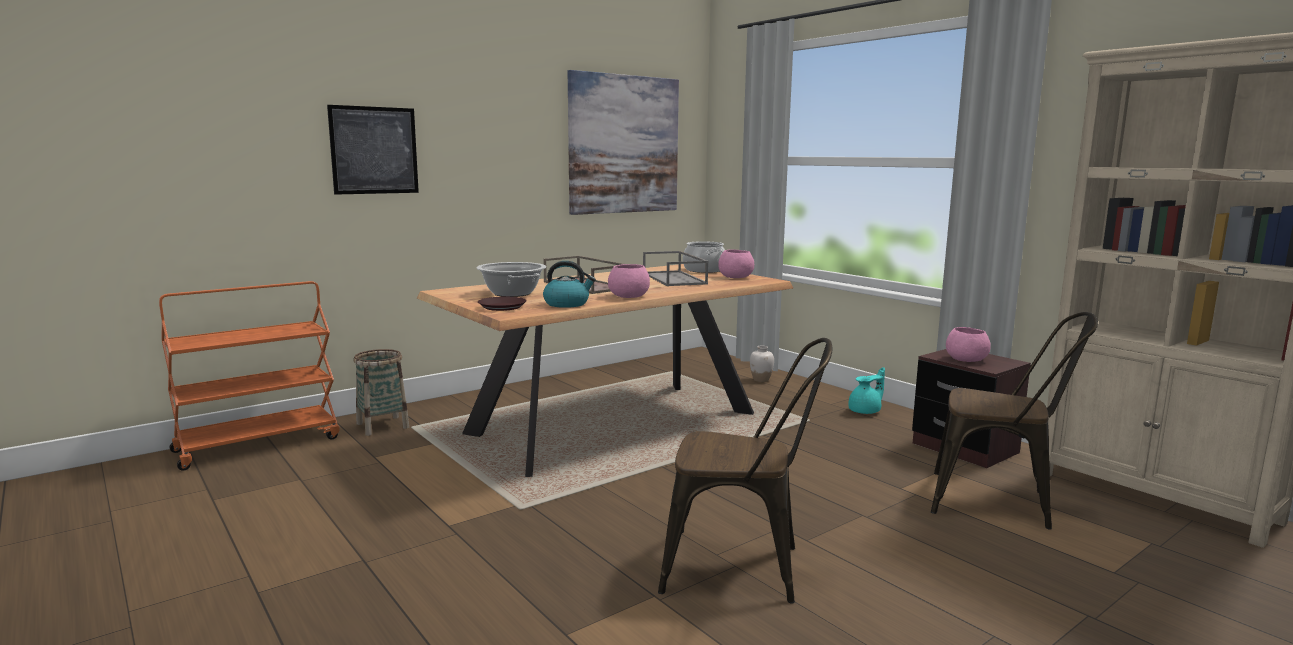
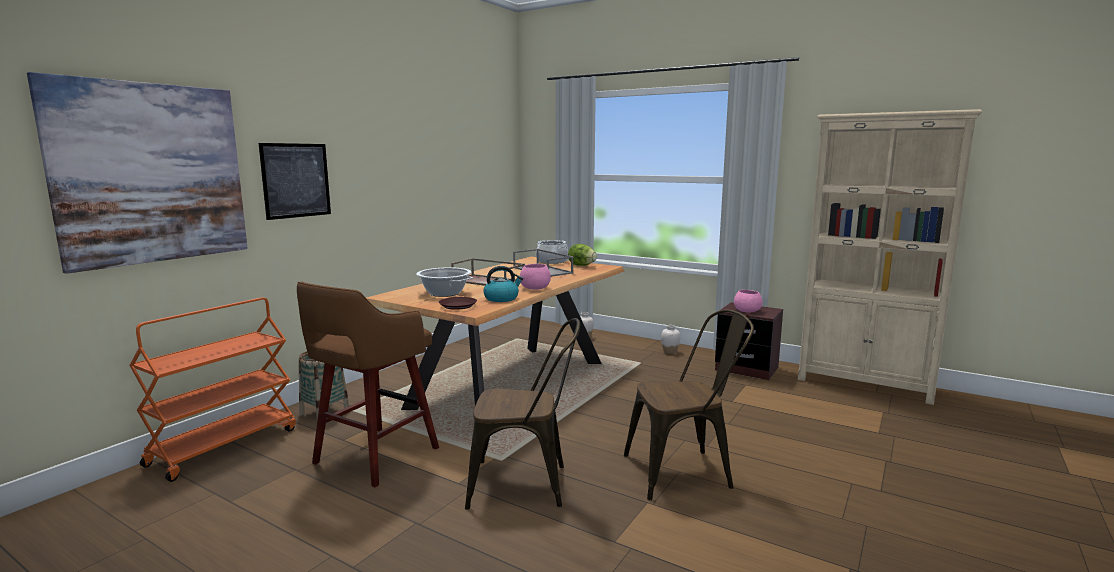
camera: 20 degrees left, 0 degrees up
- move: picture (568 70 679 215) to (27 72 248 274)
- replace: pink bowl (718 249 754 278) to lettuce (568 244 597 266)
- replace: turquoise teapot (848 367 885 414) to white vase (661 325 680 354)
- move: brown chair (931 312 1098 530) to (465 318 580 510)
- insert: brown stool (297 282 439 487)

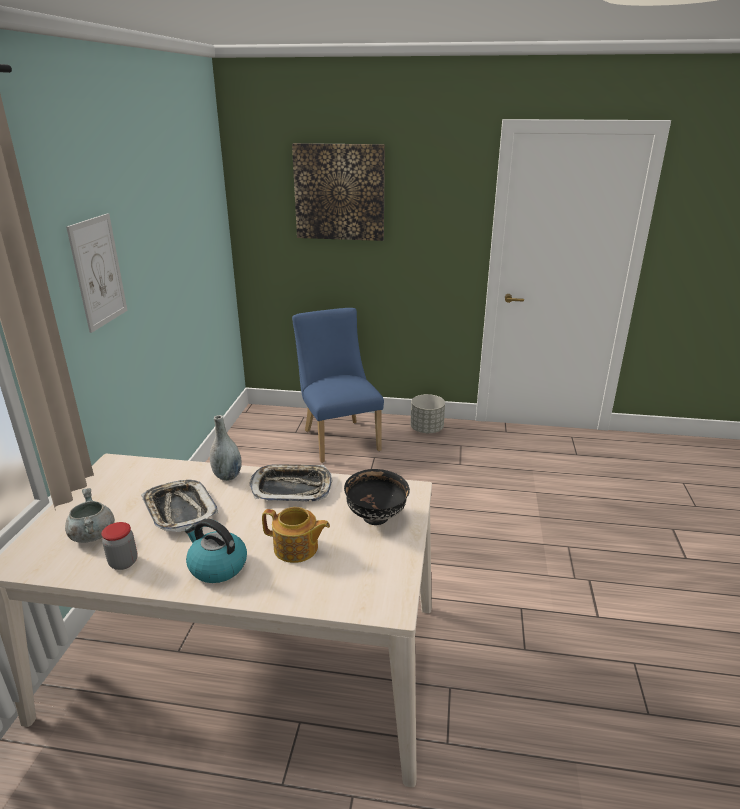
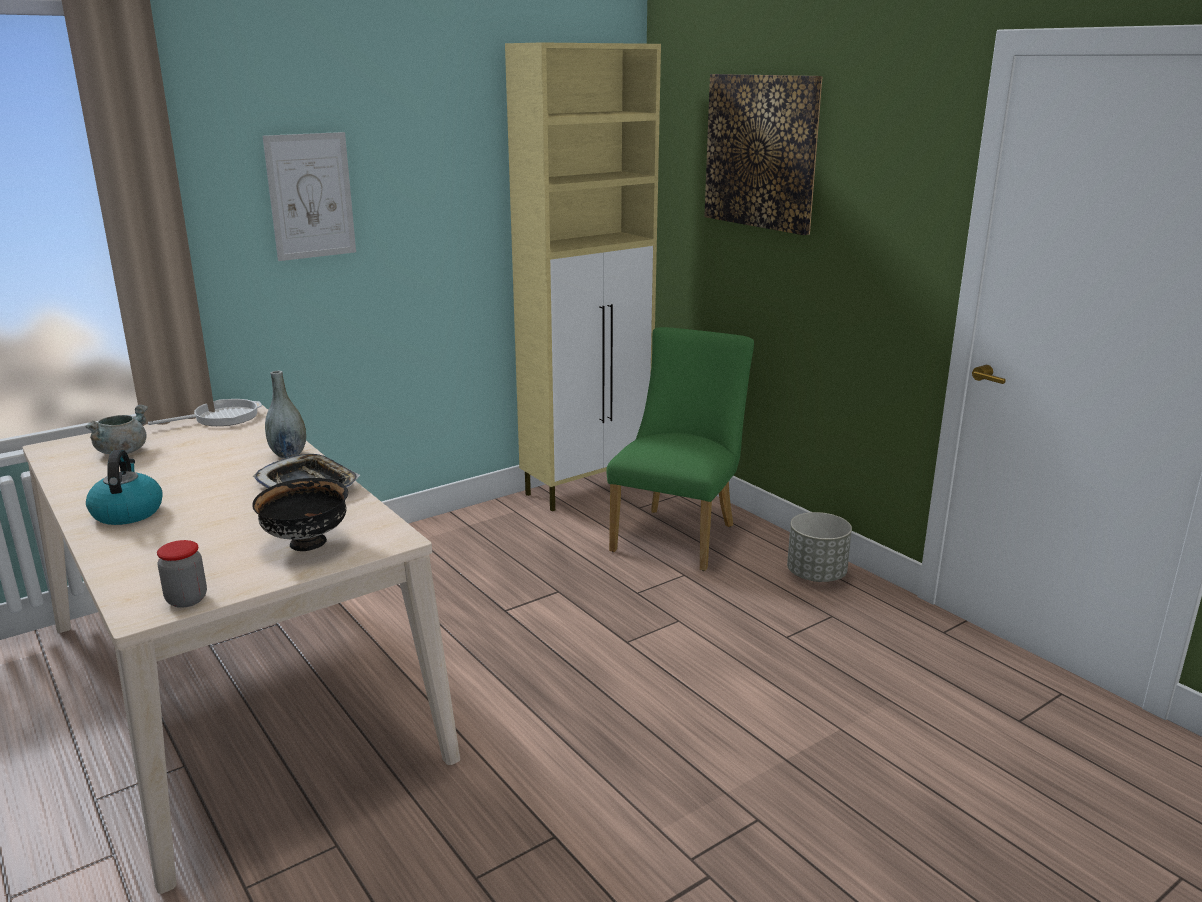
camera: 45 degrees right, 5 degrees down
- move: jar (101 522 138 570) to (157 540 207 608)
- delete: tray (141 480 218 532)
- delete: teapot (262 507 330 563)
- recolor: blue chair (292 308 384 463) to green chair (606 327 754 571)
- insert: frying pan (148 399 262 426)
- insert: beige cabinet (505 42 661 511)

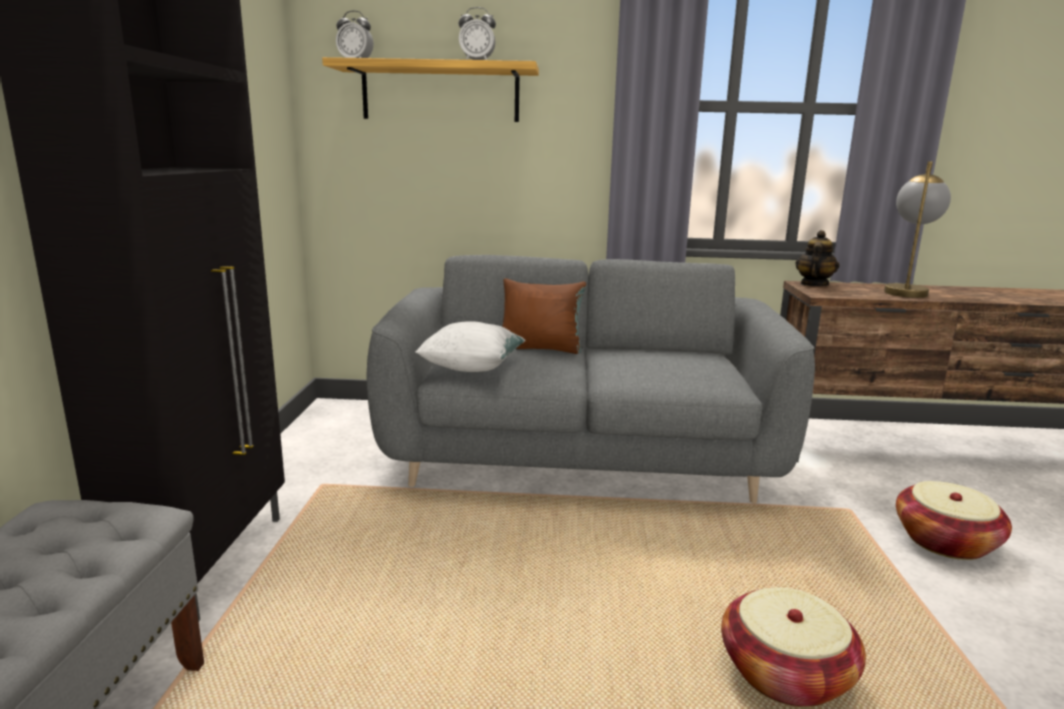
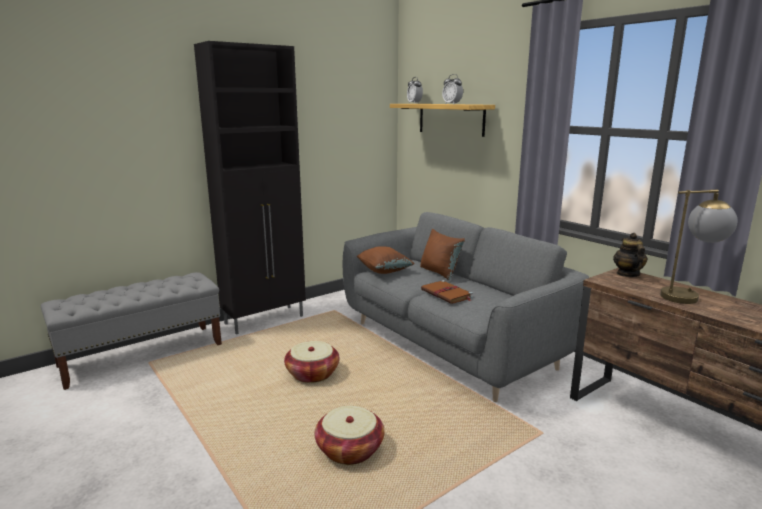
camera: 50 degrees right, 0 degrees up
- recolor: white pillow (415 321 525 372) to brown pillow (356 246 415 274)
- rotate: teapot (796 230 840 286) = (613 233 648 277) 75 degrees counterclockwise
- move: basket (896 481 1012 560) to (284 341 339 383)
- insert: brown book (421 280 473 304)

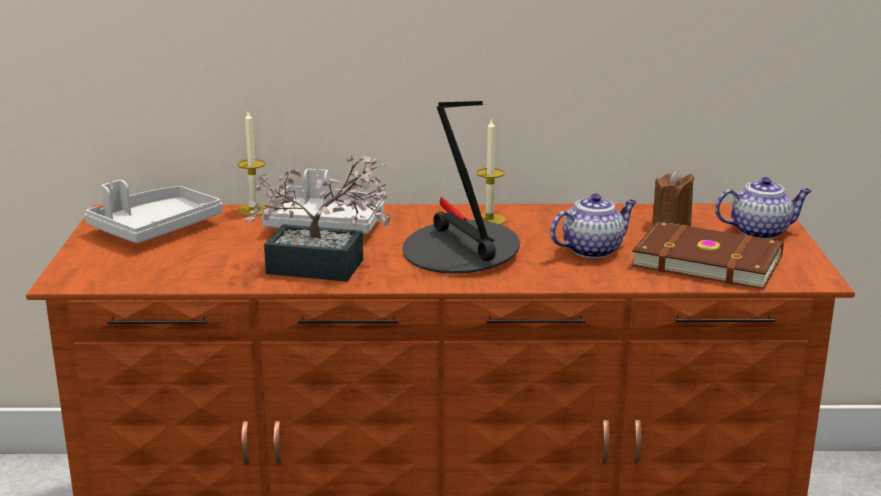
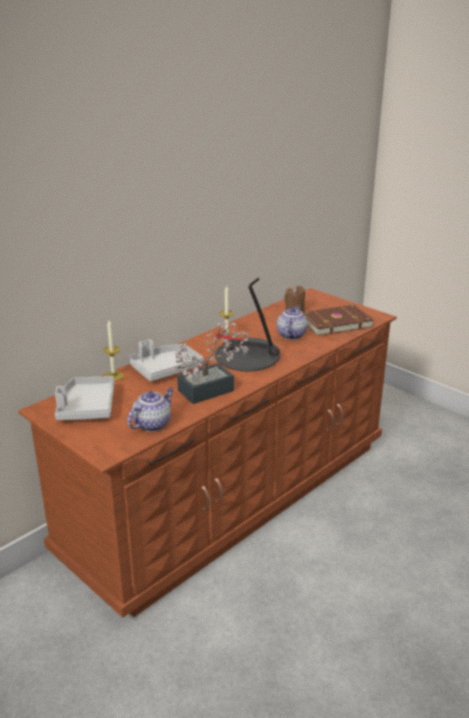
camera: 45 degrees left, 5 degrees up
- move: teapot (715 177 812 239) to (127 388 174 432)

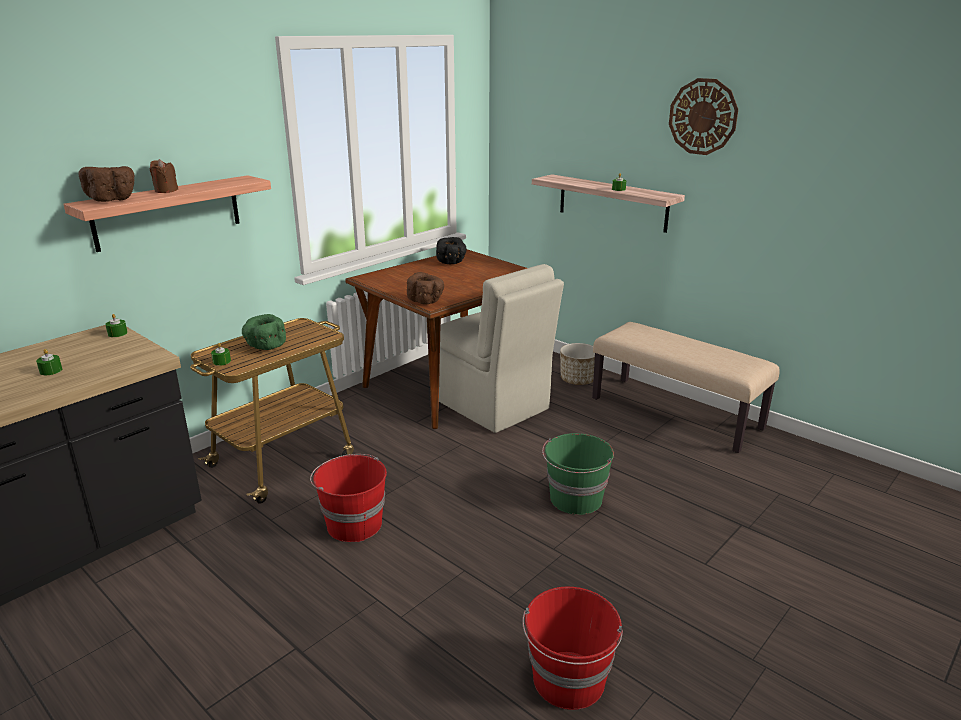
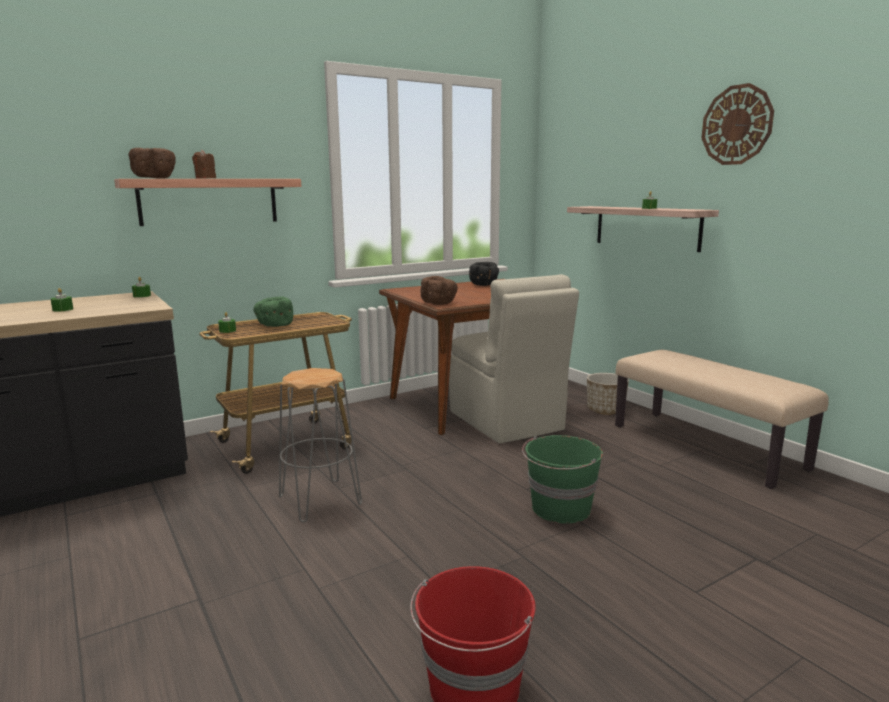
camera: 15 degrees right, 10 degrees down
- replace: red bucket (310 454 387 542) to grey stool (279 368 362 522)

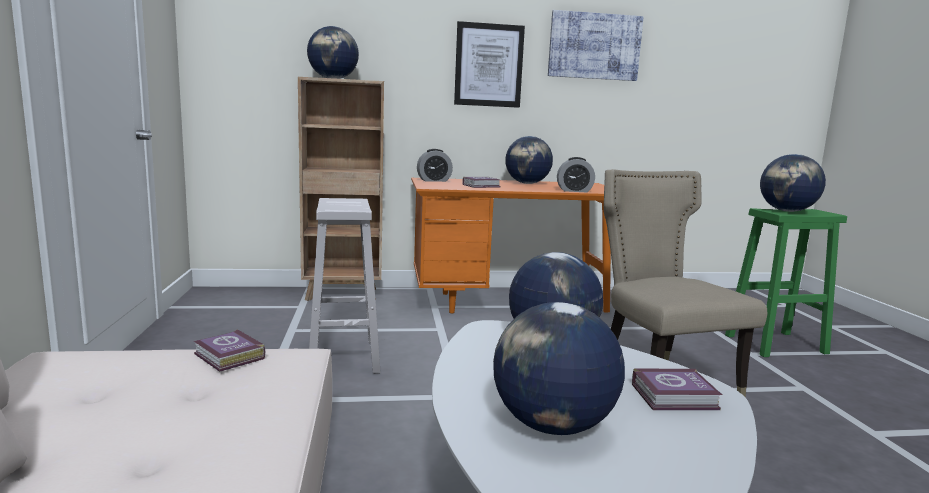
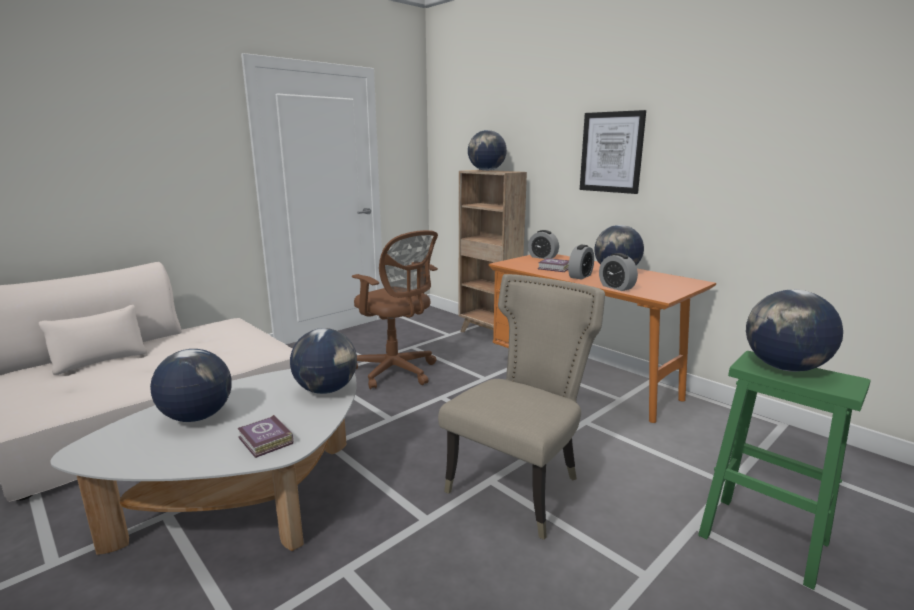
camera: 55 degrees right, 5 degrees up
- delete: book (194 329 265 372)
- replace: white stool (309 198 381 374) to brown office chair (352 230 438 389)
- delete: picture (548 10 644 81)
- insert: alarm clock (568 245 594 280)

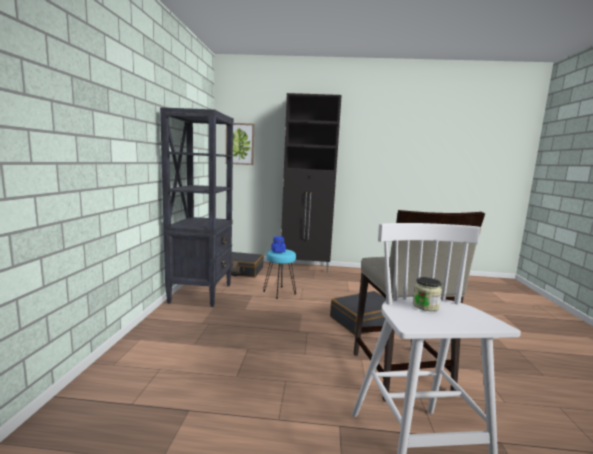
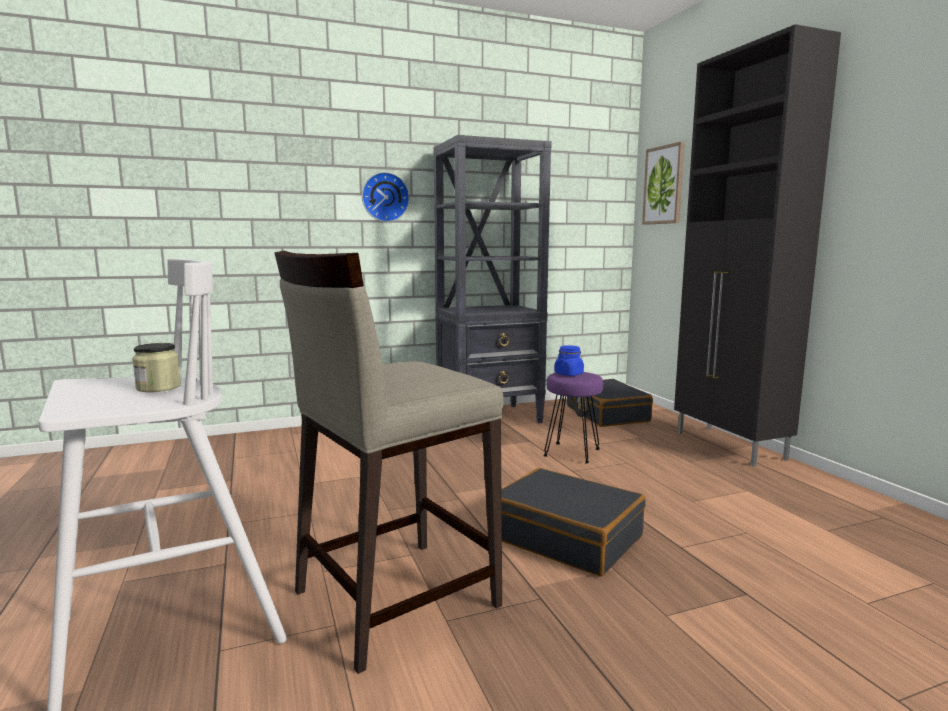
camera: 65 degrees right, 0 degrees up
- recolor: turquoise stool (263 249 296 299) to purple stool (543 372 603 463)
- insert: wall clock (362 172 410 222)

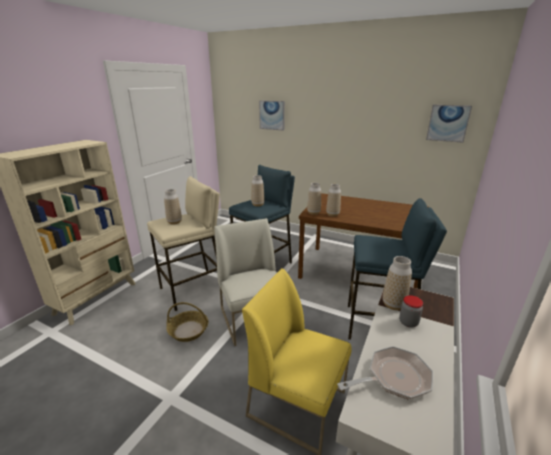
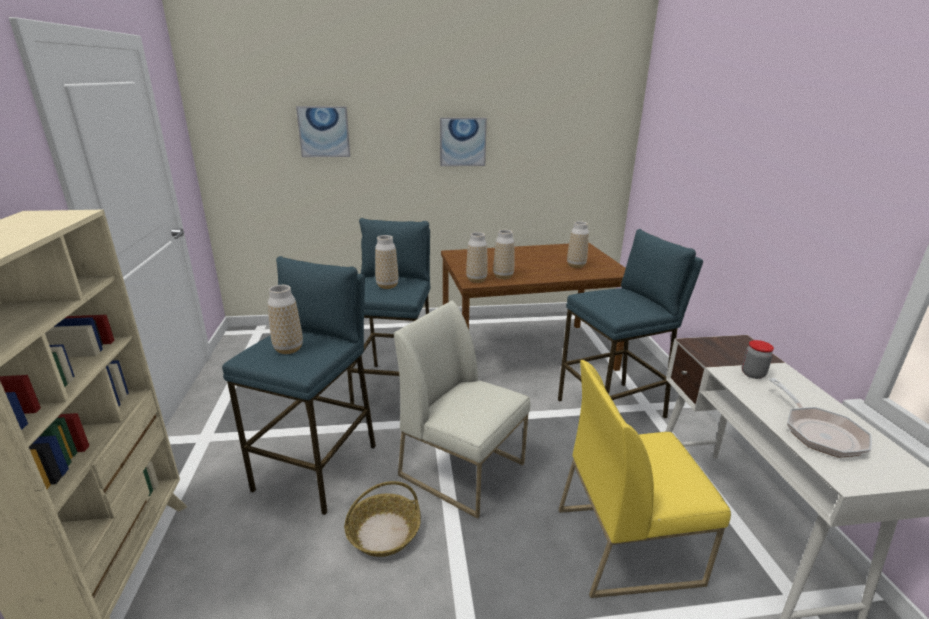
camera: 35 degrees left, 0 degrees up
- recolor: beige stool (147 176 220 311) to blue stool (222 256 376 515)
- rotate: frying pan (337 346 433 399) = (768 378 872 458) 135 degrees clockwise
- move: vase (383 256 412 310) to (567 221 589 268)
- move: picture (426 105 472 142) to (440 118 487 166)

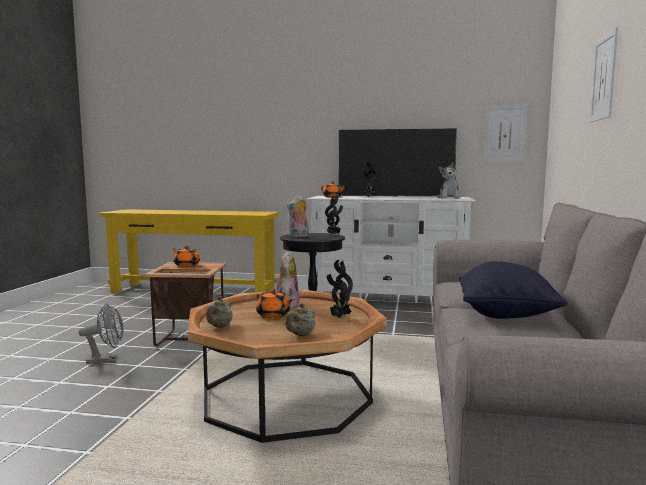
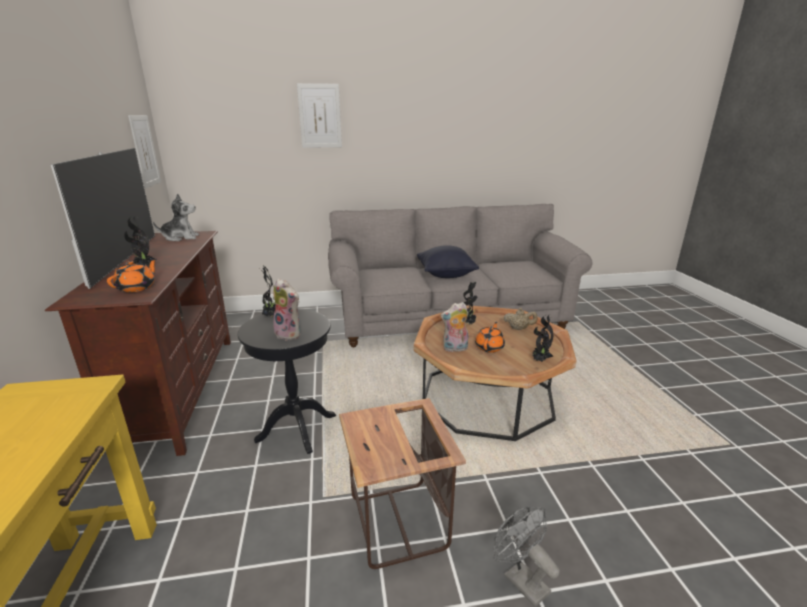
camera: 110 degrees left, 15 degrees up
- delete: orange teapot (173 246 200 267)
- replace: beige teapot (206 296 233 328) to potted plant (532 315 553 362)
- recolor: white tv stand (307 196 476 303) to brown tv stand (45 231 231 456)

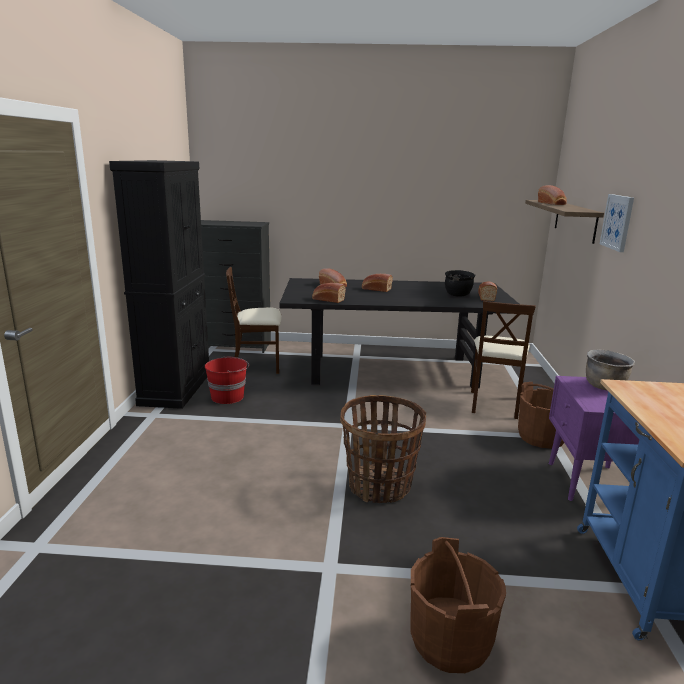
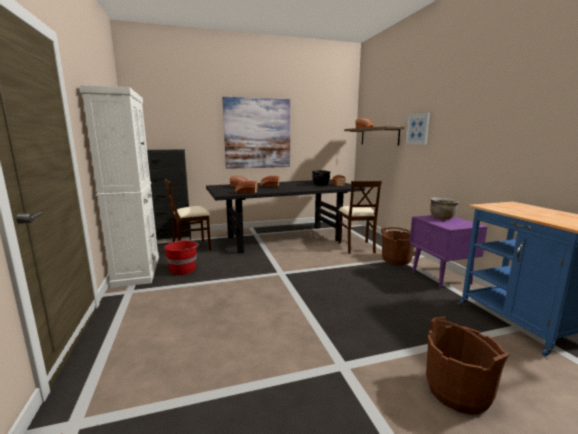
camera: 20 degrees left, 5 degrees down
- recolor: black cabinet (109 160 209 409) to white cabinet (79 85 159 288)
- delete: basket (340 395 426 503)
- insert: picture (222 97 290 169)

